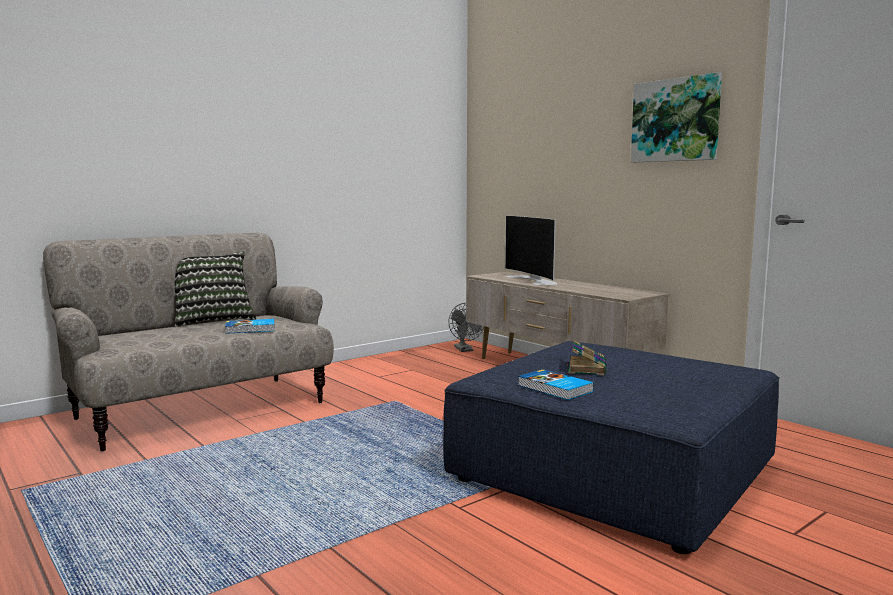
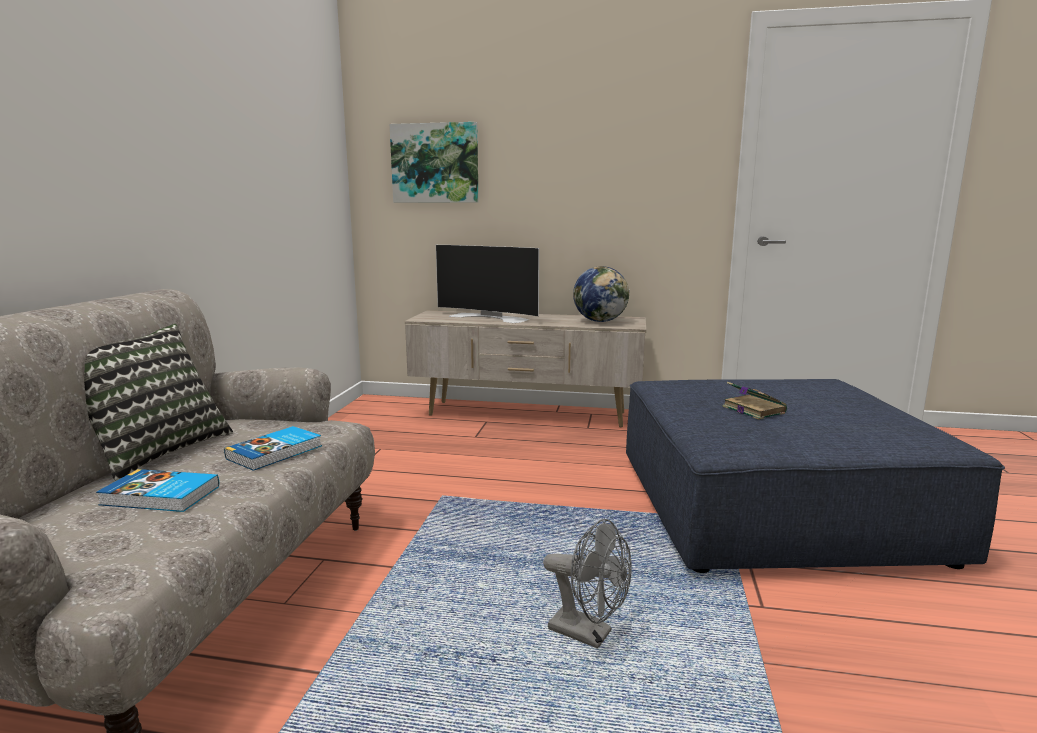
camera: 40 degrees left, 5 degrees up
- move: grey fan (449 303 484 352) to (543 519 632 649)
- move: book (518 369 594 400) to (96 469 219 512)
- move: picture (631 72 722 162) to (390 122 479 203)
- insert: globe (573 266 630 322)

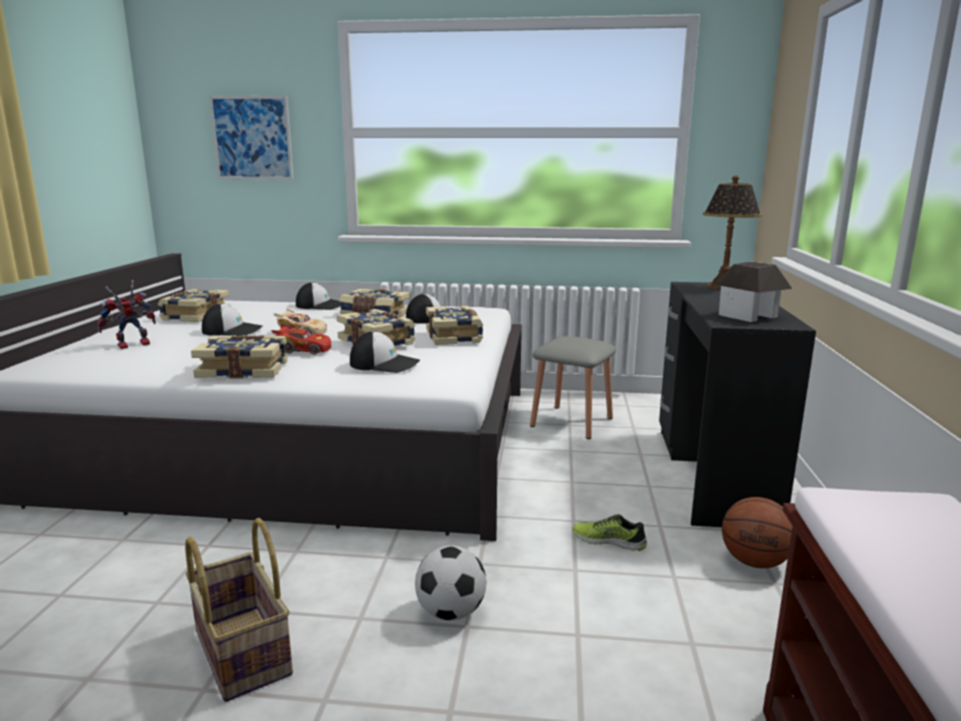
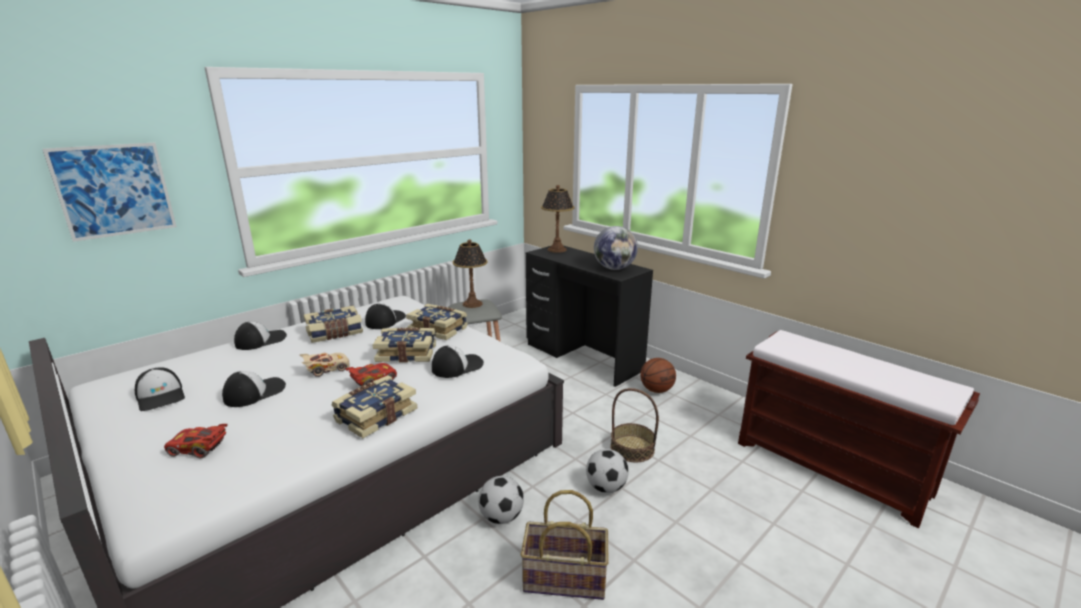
camera: 50 degrees left, 5 degrees up
- replace: toy robot (97 280 156 349) to red toy car (164 424 228 458)
- replace: book (158 289 230 322) to cap (135 367 185 411)
- delete: shoe (573 514 647 551)
- replace: toy house (714 262 792 322) to globe (594 226 638 270)
- insert: table lamp (453 239 487 308)
- insert: football (478 476 524 524)
- insert: basket (610 388 659 462)

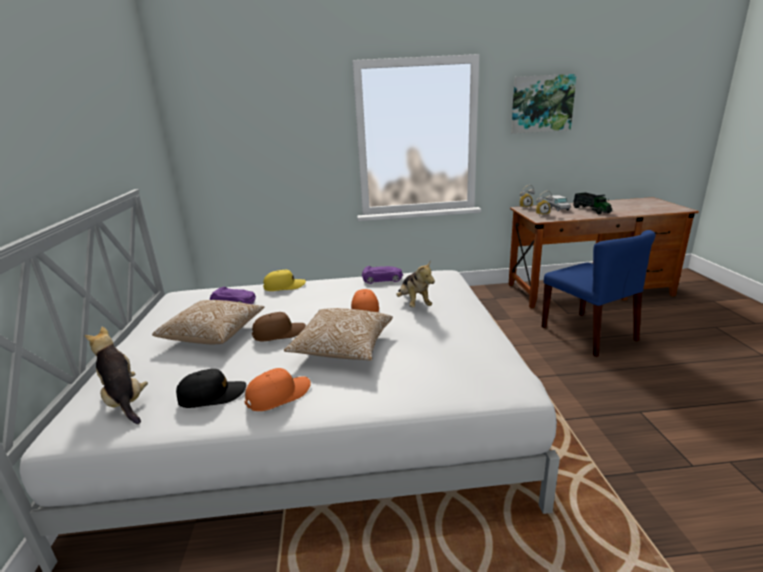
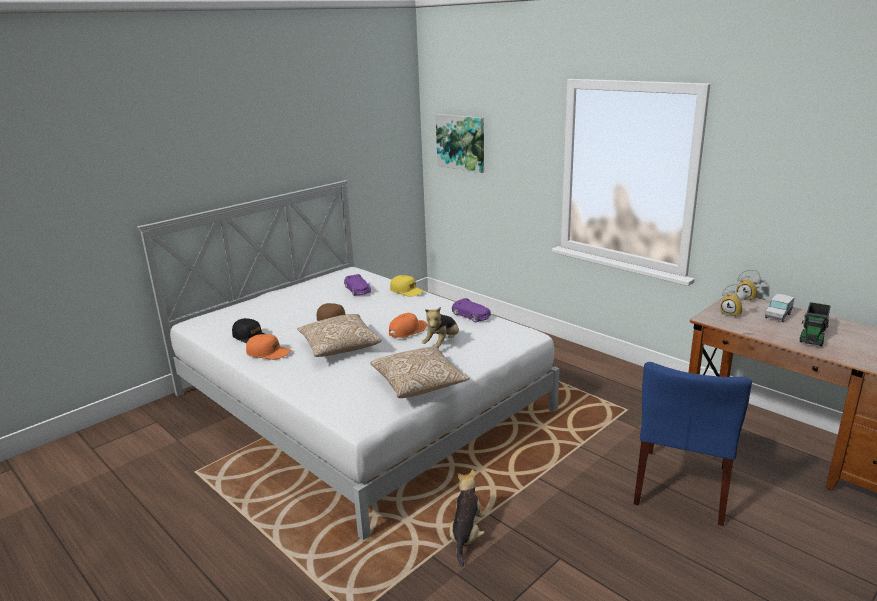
camera: 50 degrees right, 0 degrees up
- move: plush toy (85 327 148 424) to (449 469 485 567)
- move: pillow (152 300 264 344) to (370 347 470 398)
- move: picture (511 74 577 134) to (436 114 484 173)

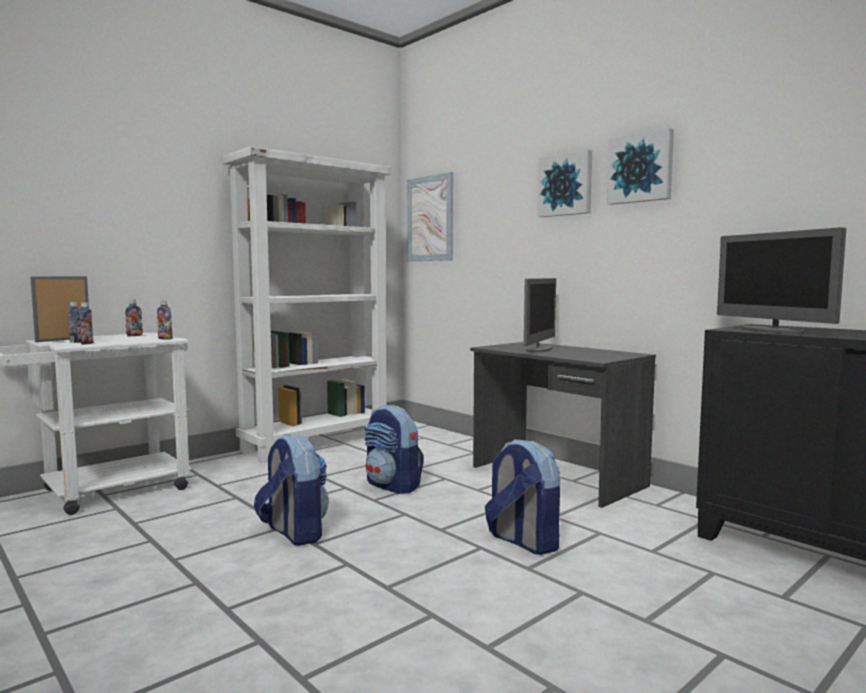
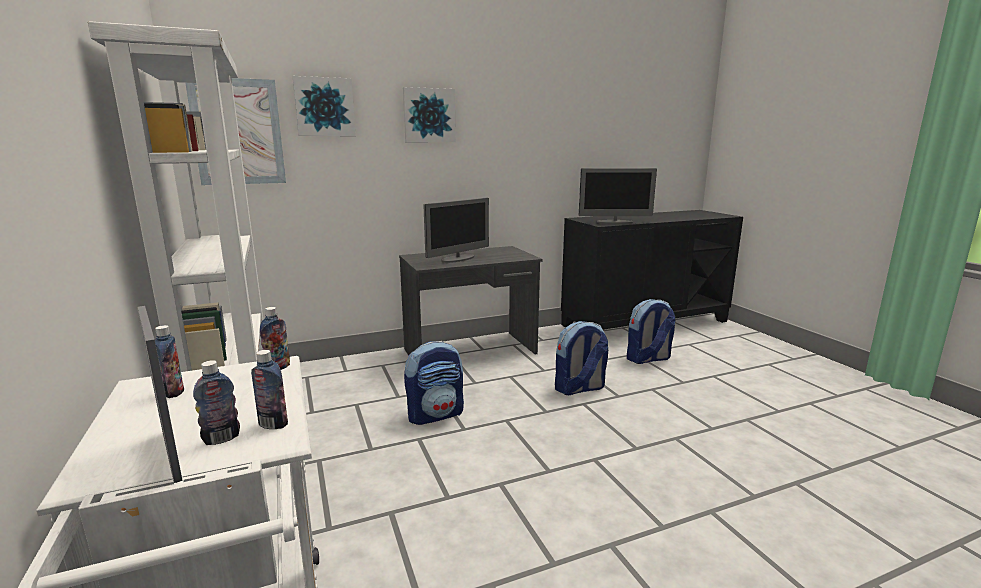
camera: 70 degrees left, 10 degrees up
- move: backpack (254 434 329 546) to (627 299 675 364)
- rotate: monitor (524 278 556 353) = (423 198 489 263) 90 degrees clockwise
- move: picture (607 128 674 205) to (293 76 356 136)

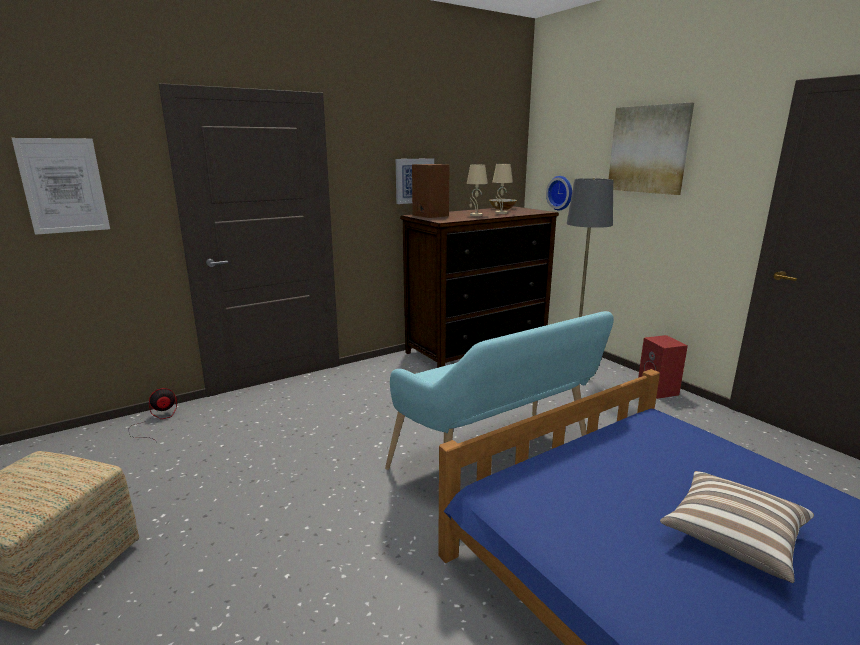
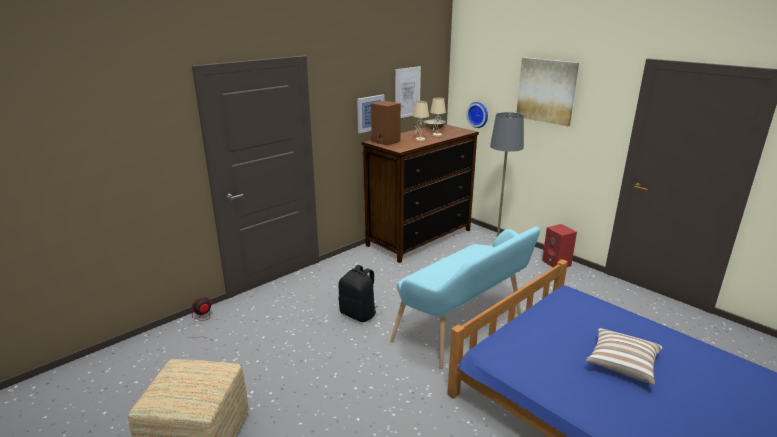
camera: 10 degrees left, 5 degrees up
- move: picture (12 138 110 235) to (395 66 421 118)
- insert: black backpack (339 265 378 322)

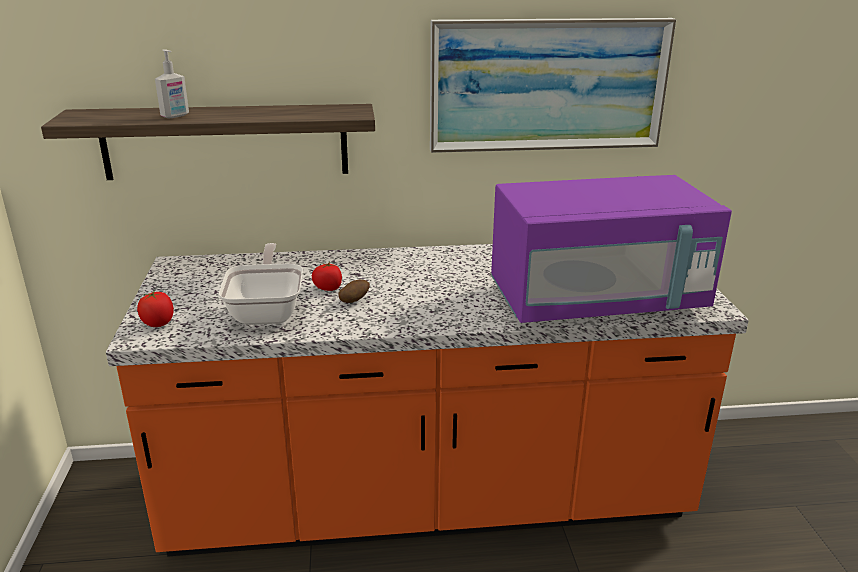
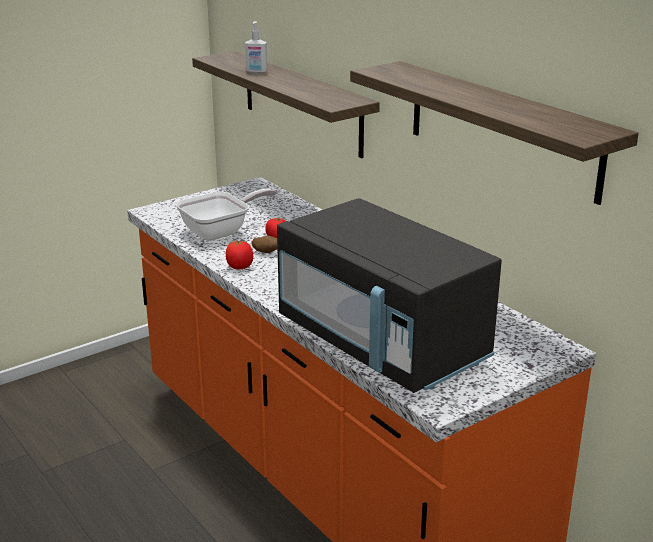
camera: 60 degrees right, 0 degrees up
- move: tomato (137 291 174 327) to (226 240 253 269)
- replace: picture (430 18 676 153) to shelf (350 61 639 205)
- recolor: purple microwave (491 175 732 323) to black microwave (277 198 502 393)

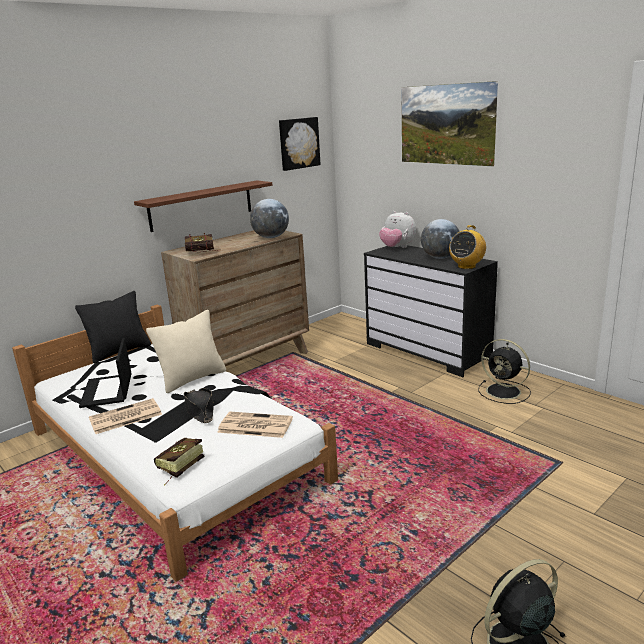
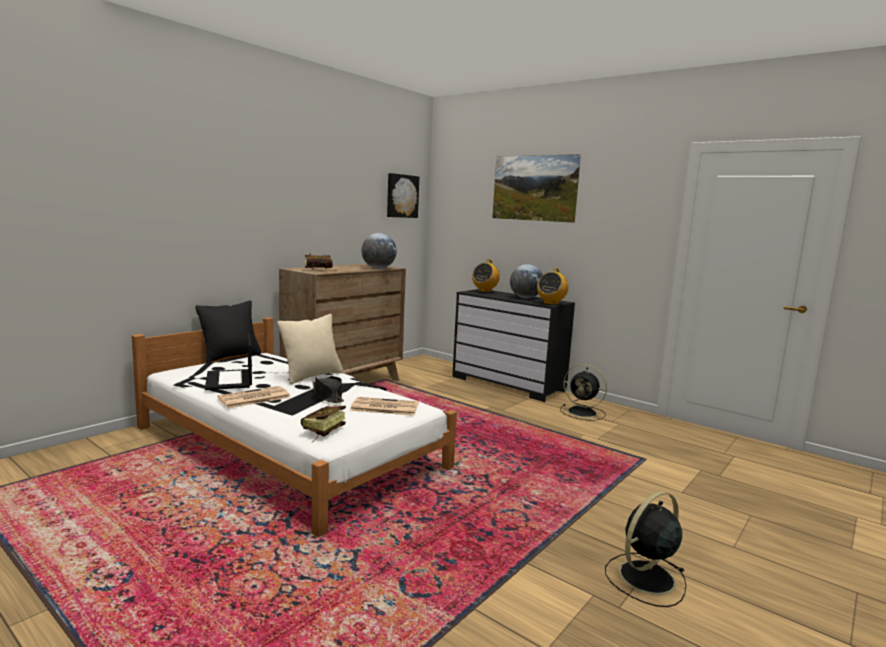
camera: 10 degrees left, 10 degrees down
- delete: brown shelf (134 180 272 232)
- replace: plush toy (379 211 416 248) to radio (472 259 500 292)

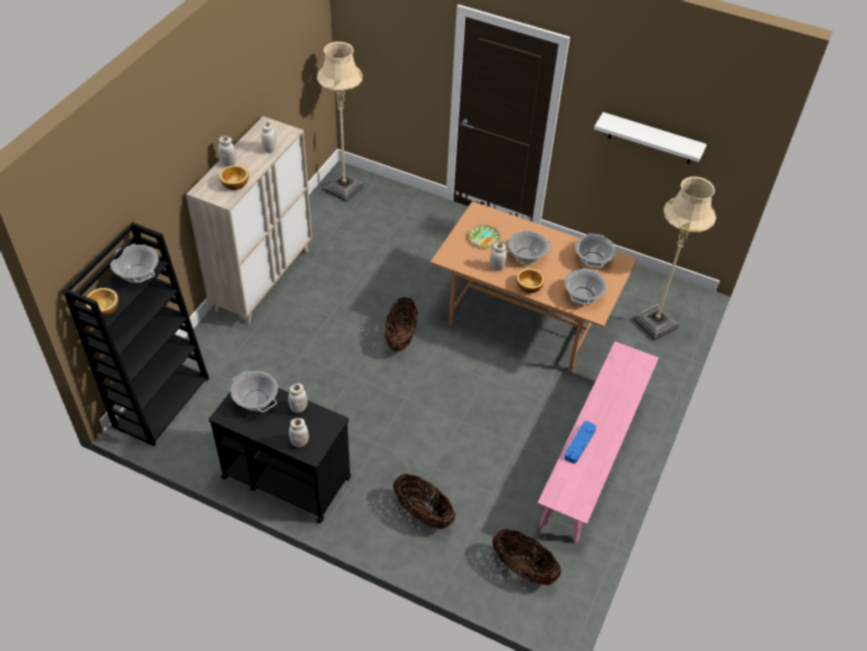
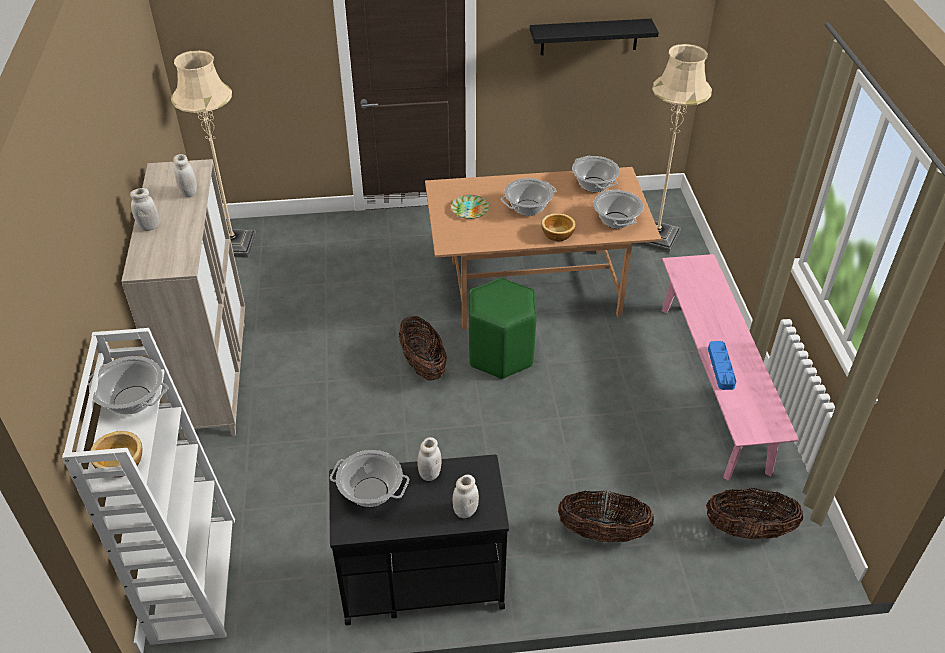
camera: 30 degrees left, 5 degrees down
- recolor: black bookcase (63 222 209 446) to white bookcase (62 328 235 645)
- delete: bowl (219 165 249 190)
- delete: white jar (490 243 507 271)
- recolor: white shelf (594 112 707 164) to black shelf (530 19 659 55)
- insert: green stool (469 278 537 379)

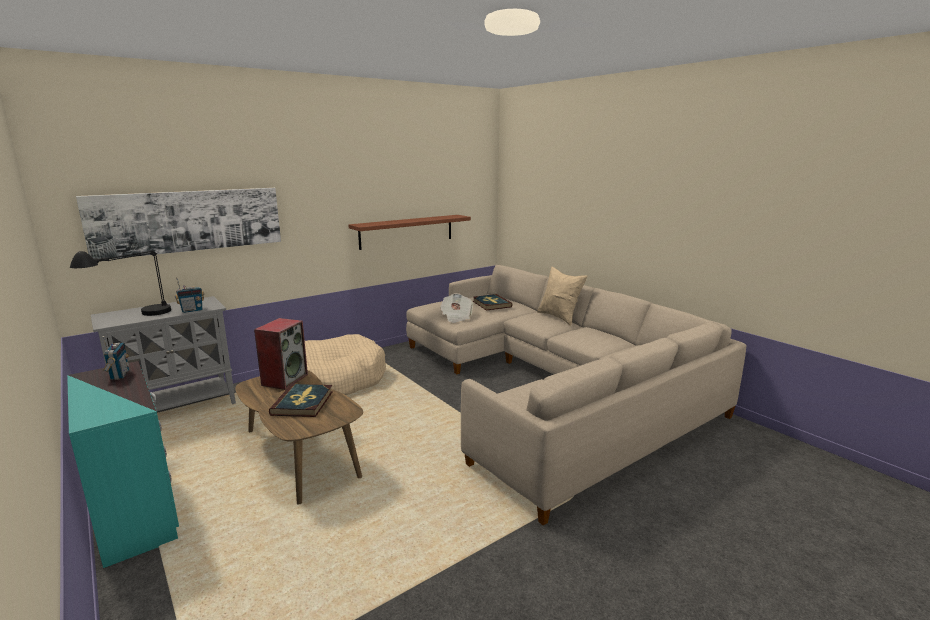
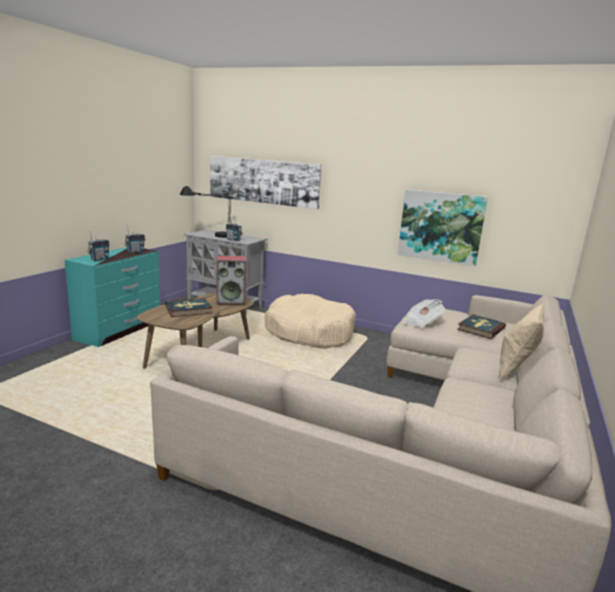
camera: 60 degrees right, 0 degrees up
- replace: brown shelf (348 215 471 250) to picture (398 189 488 266)
- insert: radio (87 231 110 261)

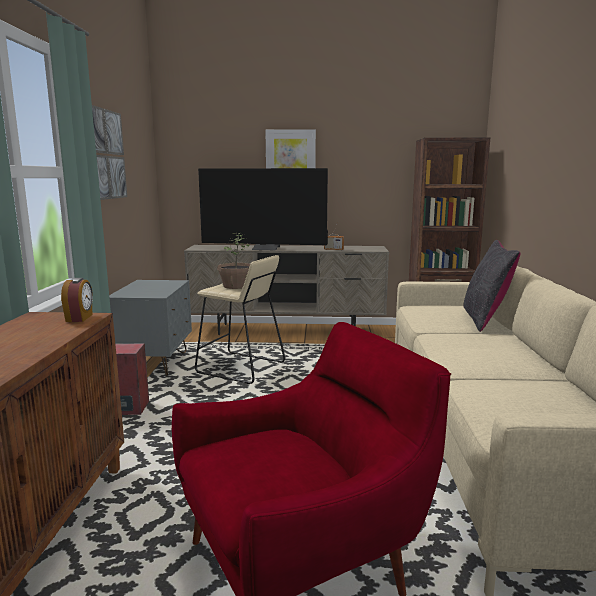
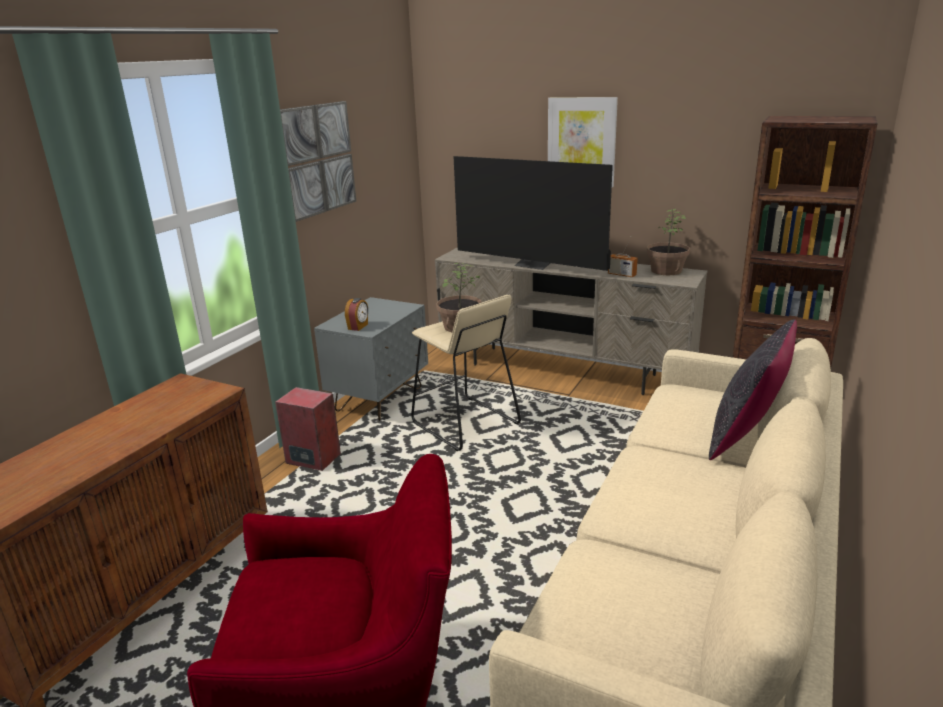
camera: 25 degrees right, 10 degrees up
- move: alarm clock (61 278 93 322) to (345 298 368 331)
- insert: potted plant (646 209 690 275)

